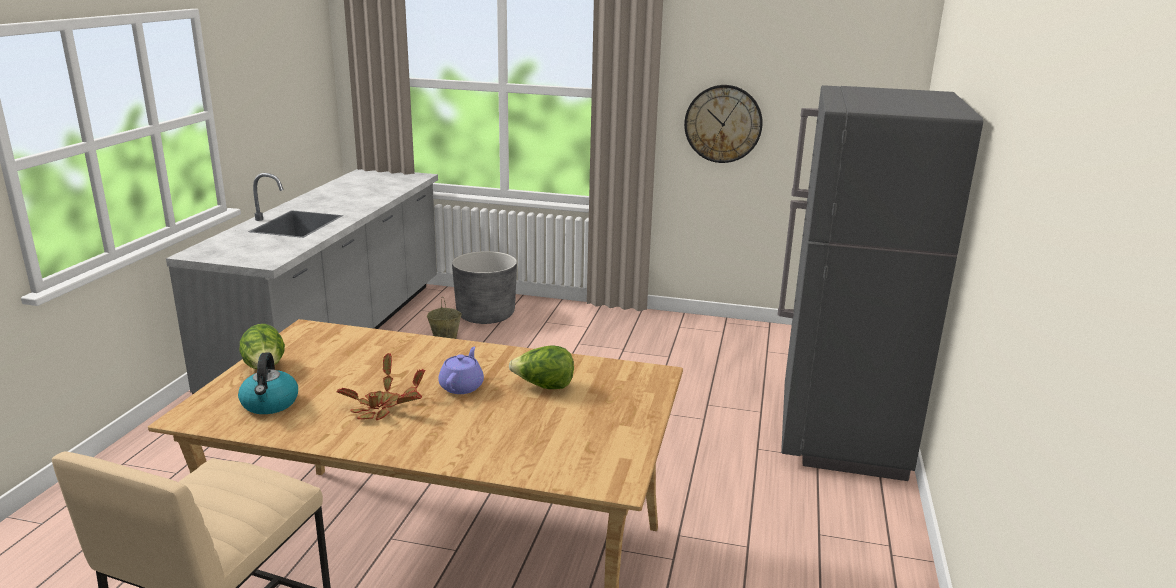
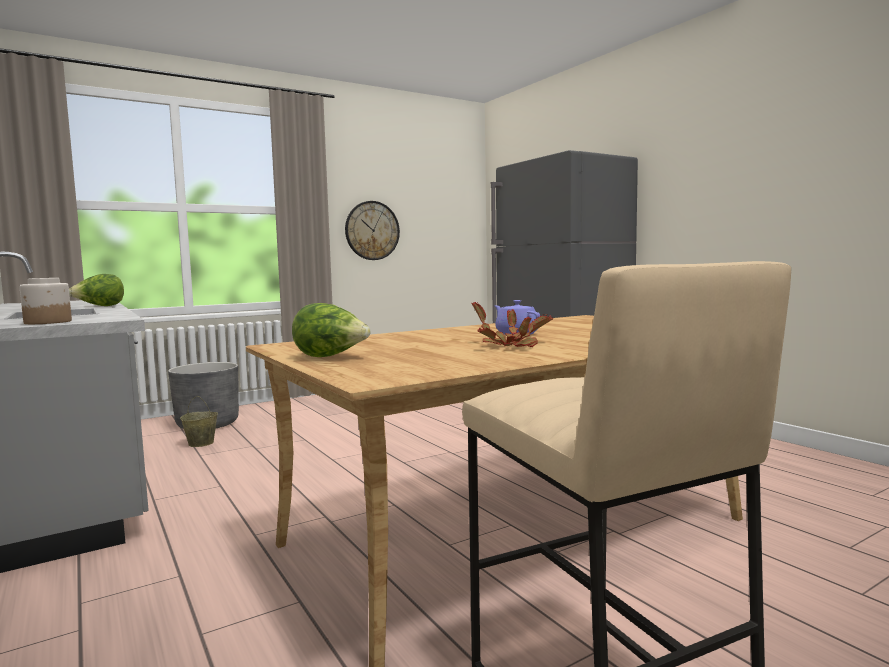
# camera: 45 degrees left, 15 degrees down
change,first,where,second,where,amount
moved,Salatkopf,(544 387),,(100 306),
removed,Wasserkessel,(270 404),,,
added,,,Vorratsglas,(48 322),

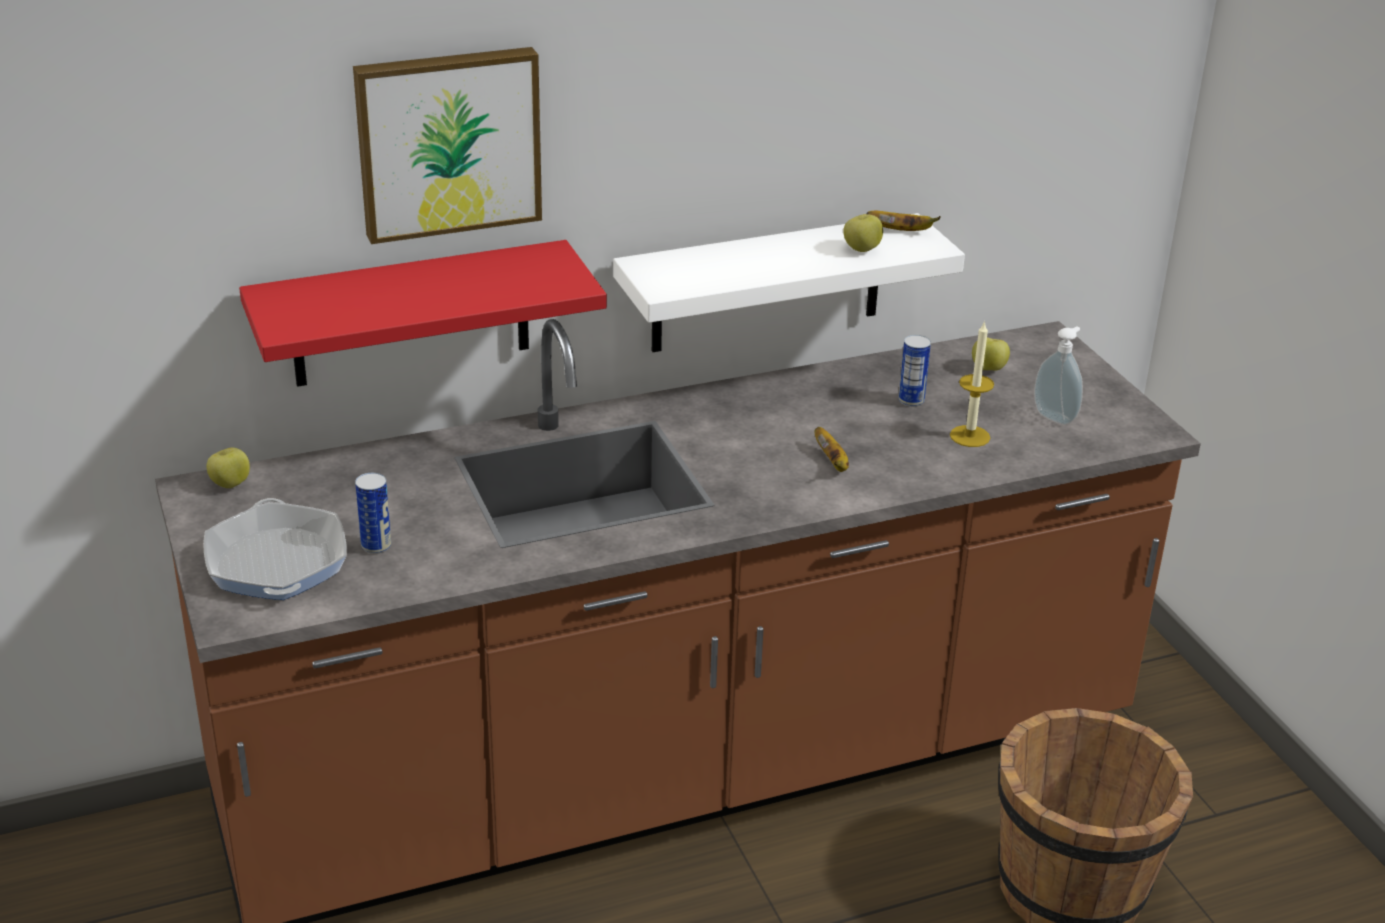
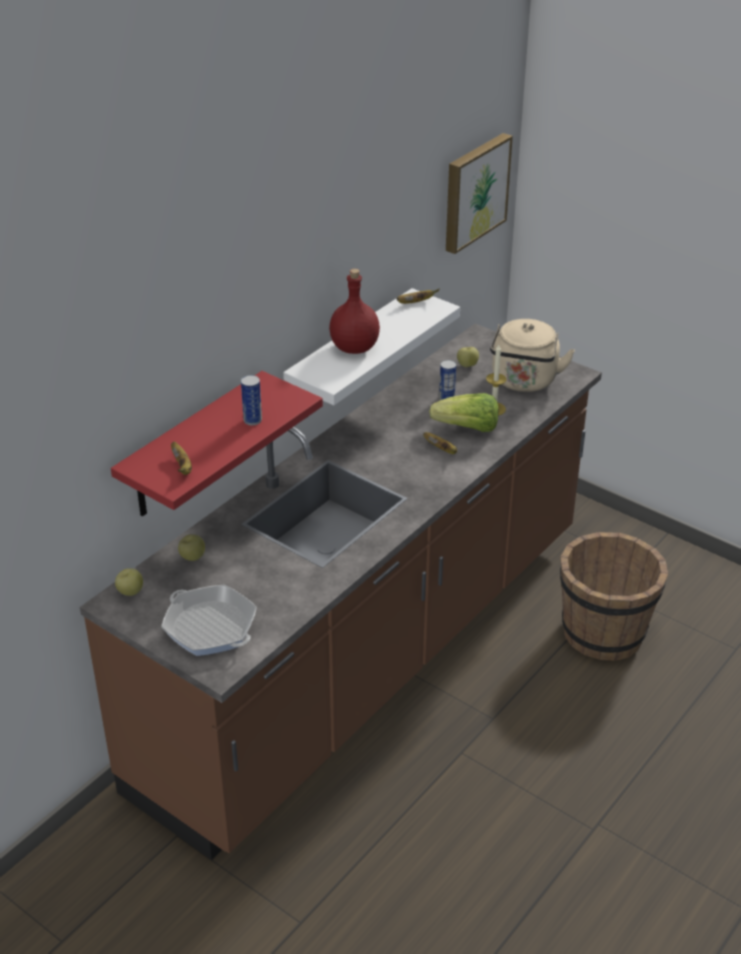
# camera: 30 degrees left, 5 degrees up
change,first,where,second,where,amount
moved,Bild,(448 142),,(474 191),
moved,Apfel,(861 250),,(192 557),
replaced,Seifenspender,(1056 417),Wasserkessel [beige],(524 382),
moved,Dose,(376 546),,(252 420),
added,,,Flasche [rot],(355 348),
added,,,Salatkopf,(467 428),
added,,,Banane,(182 467),

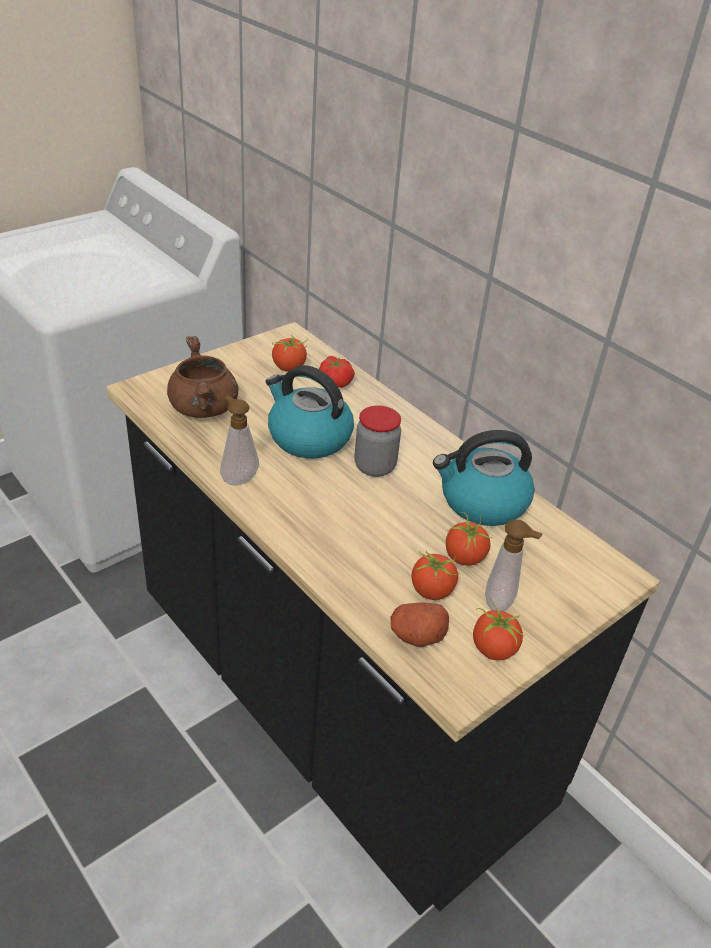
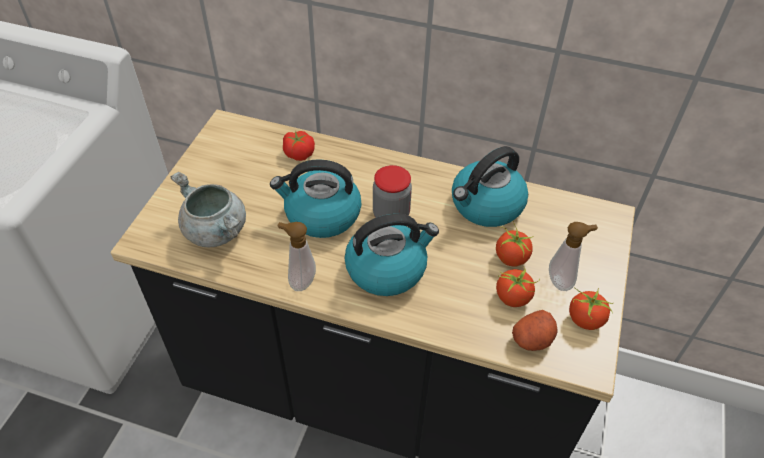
# camera: 30 degrees left, 10 degrees up
change,first,where,second,where,amount
removed,Tomate,(289 367),,,
recoloured,Kochtopf [braun],(204 409),Kochtopf [grau],(216 231),
added,,,Wasserkessel,(387 268),

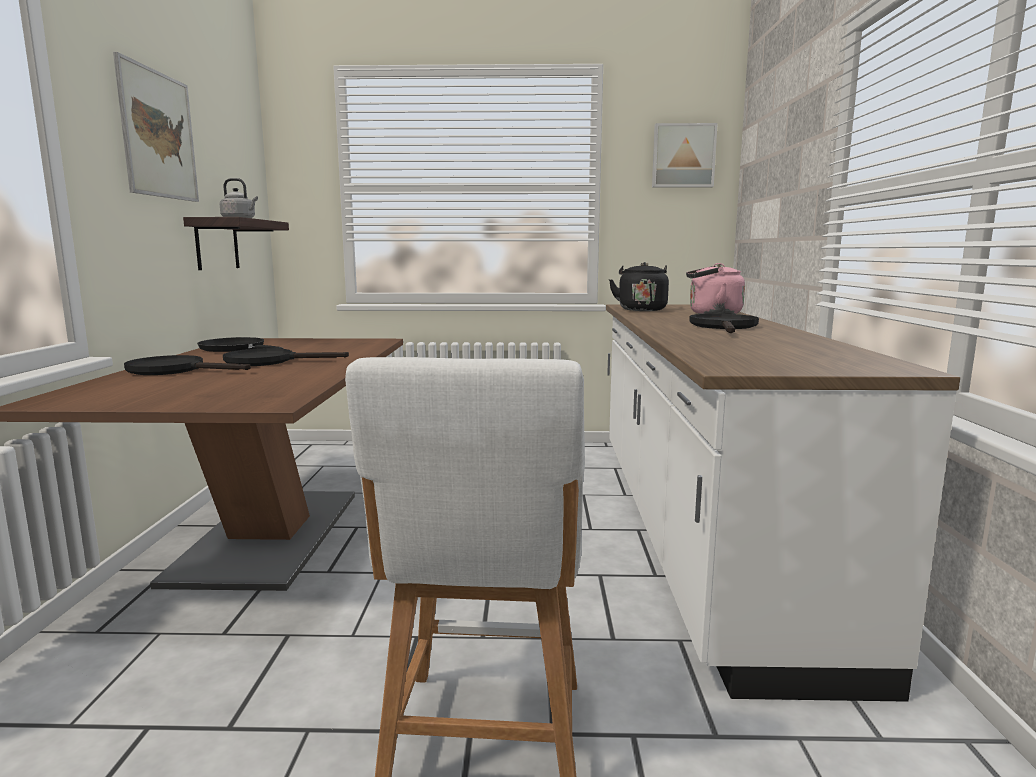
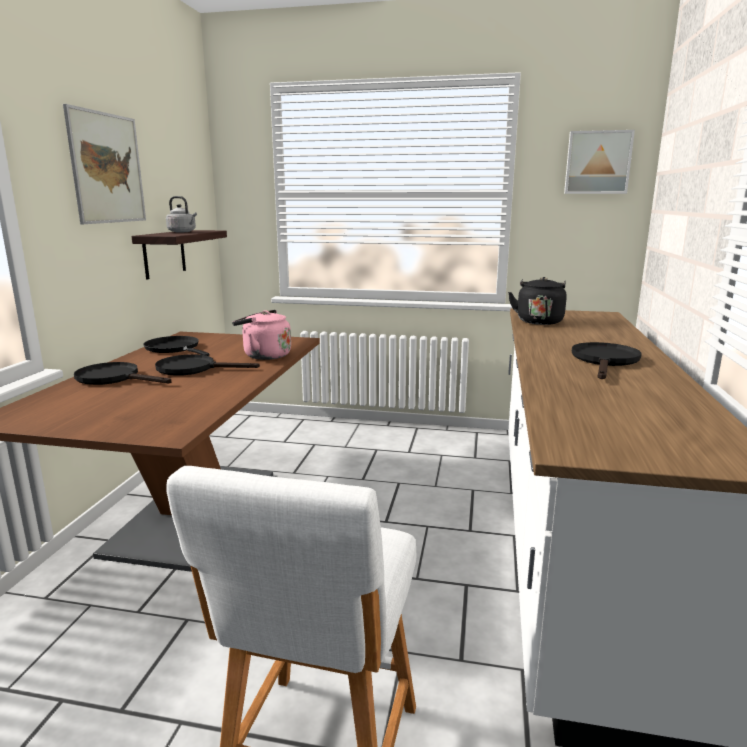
# camera: 10 degrees right, 5 degrees up
change,first,where,second,where,amount
moved,Wasserkessel [rosa],(711 314),,(264 355),

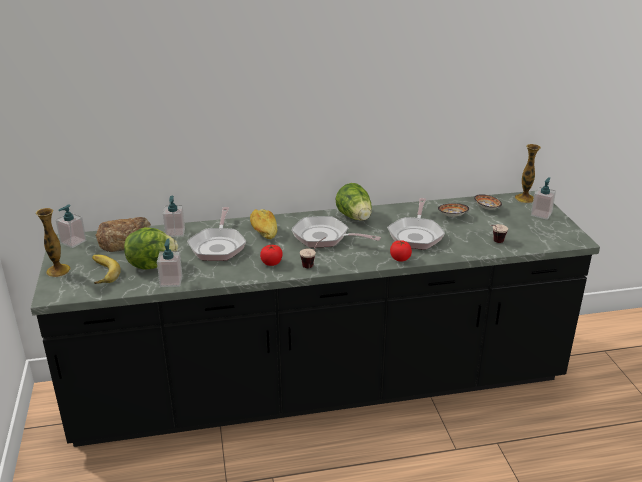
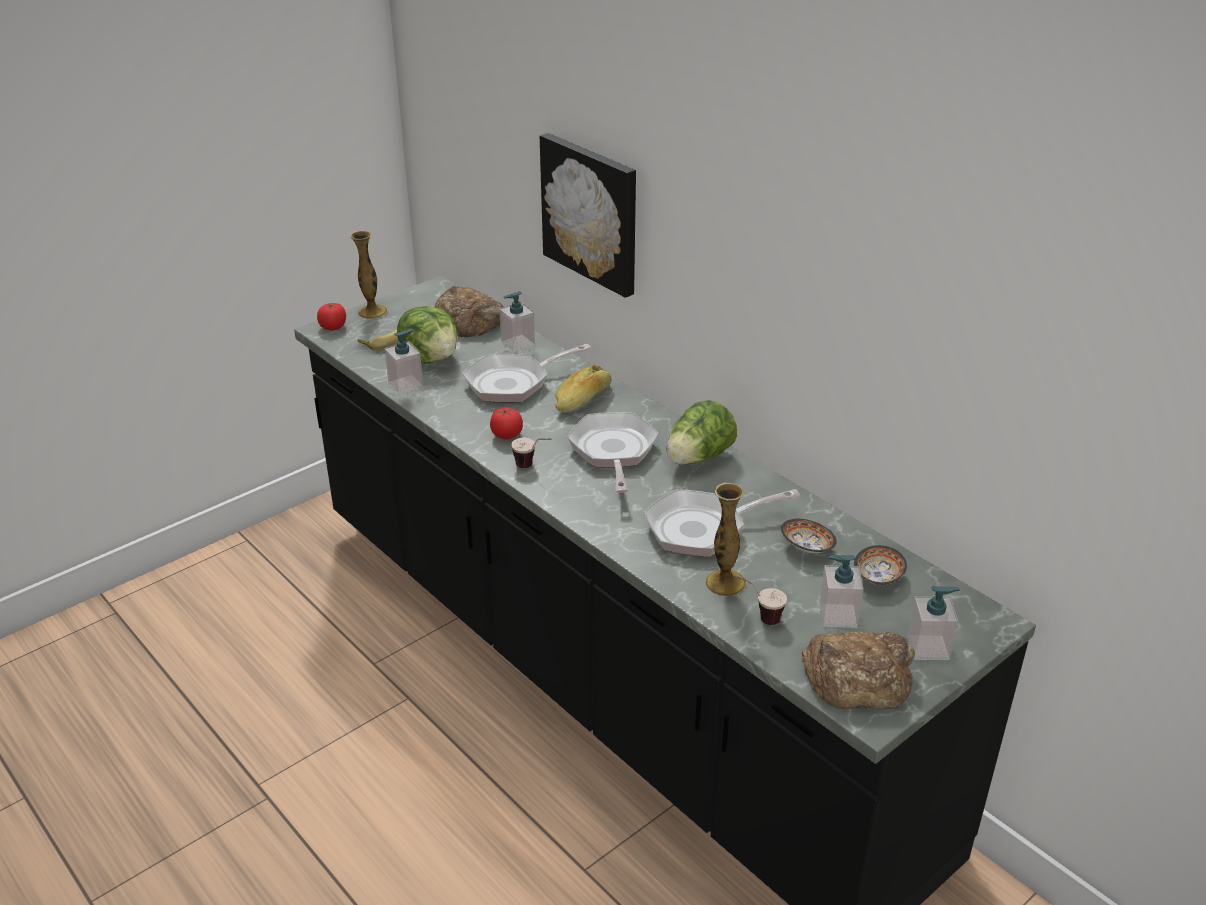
# camera: 60 degrees right, 5 degrees up
change,first,where,second,where,amount
moved,Vase,(524 198),,(725 583),
moved,Seifenspender,(73 242),,(837 615),
moved,Tomate,(400 258),,(333 327),
added,,,Bild,(592 213),
added,,,Brot,(858 677),

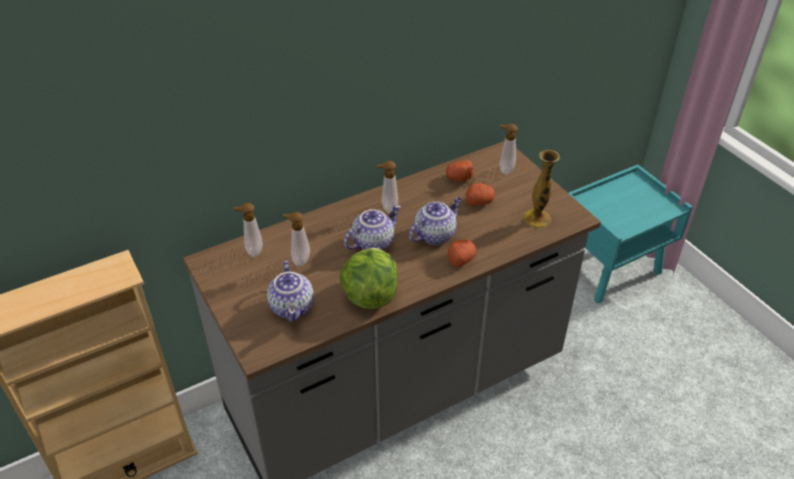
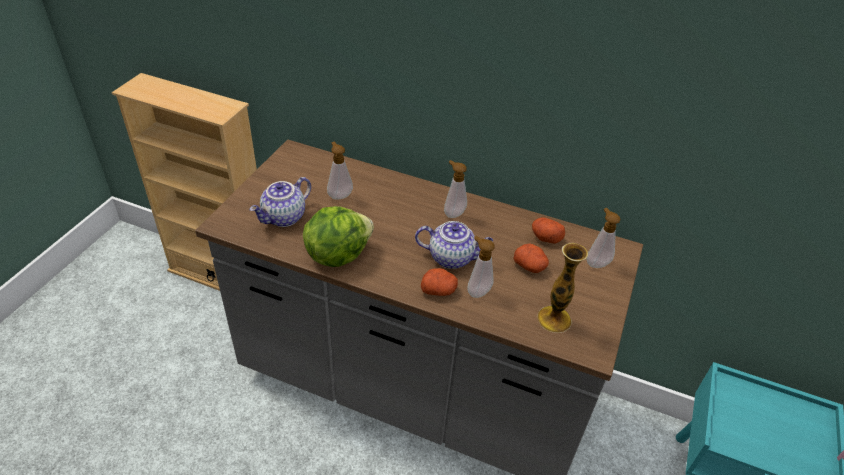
# camera: 50 degrees right, 0 degrees up
change,first,where,second,where,amount
moved,Seifenspender,(252 251),,(477 291),
removed,Teekanne,(373 242),,,

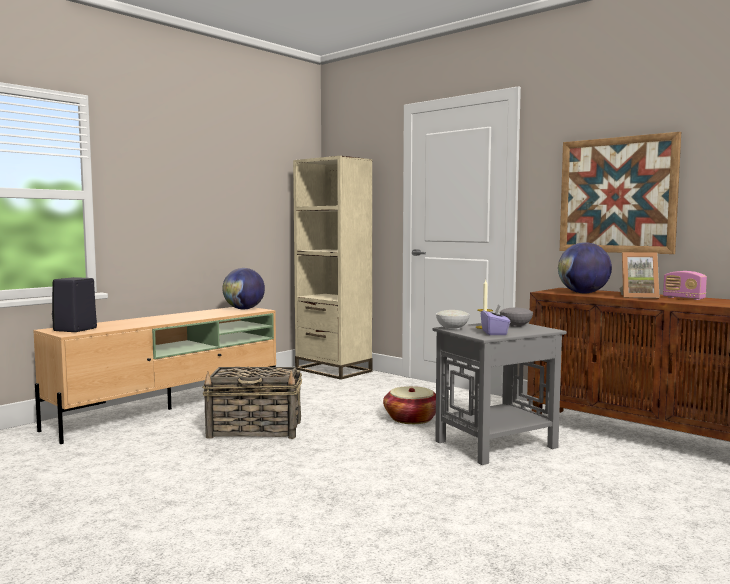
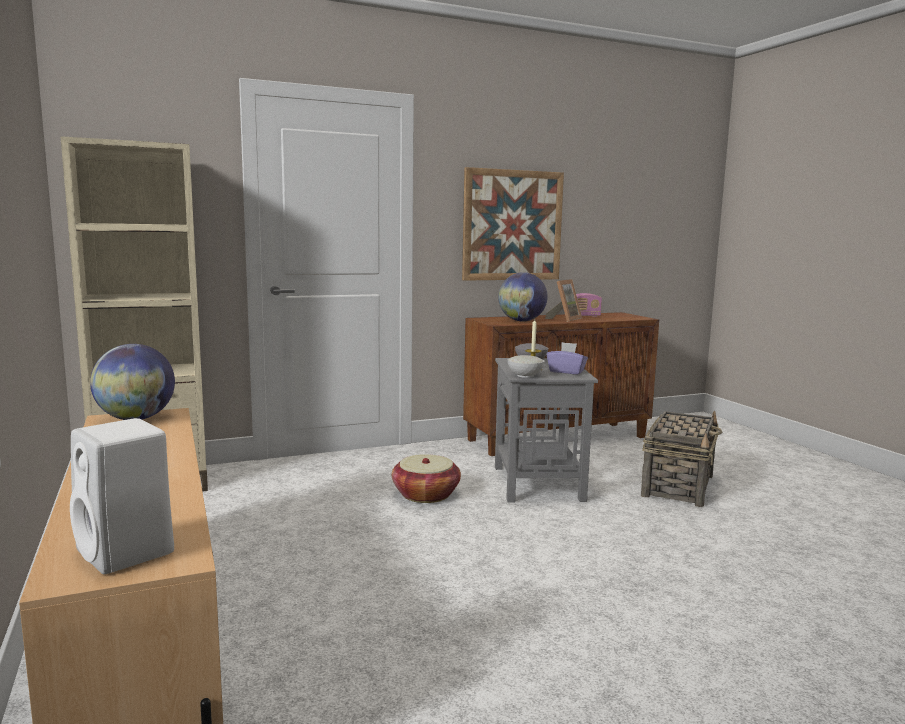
# camera: 65 degrees left, 5 degrees up
change,first,where,second,where,amount
recoloured,Lautsprecher [schwarz],(74 330),Lautsprecher [weiß],(128 553),
moved,Korb,(256 430),,(678 485),

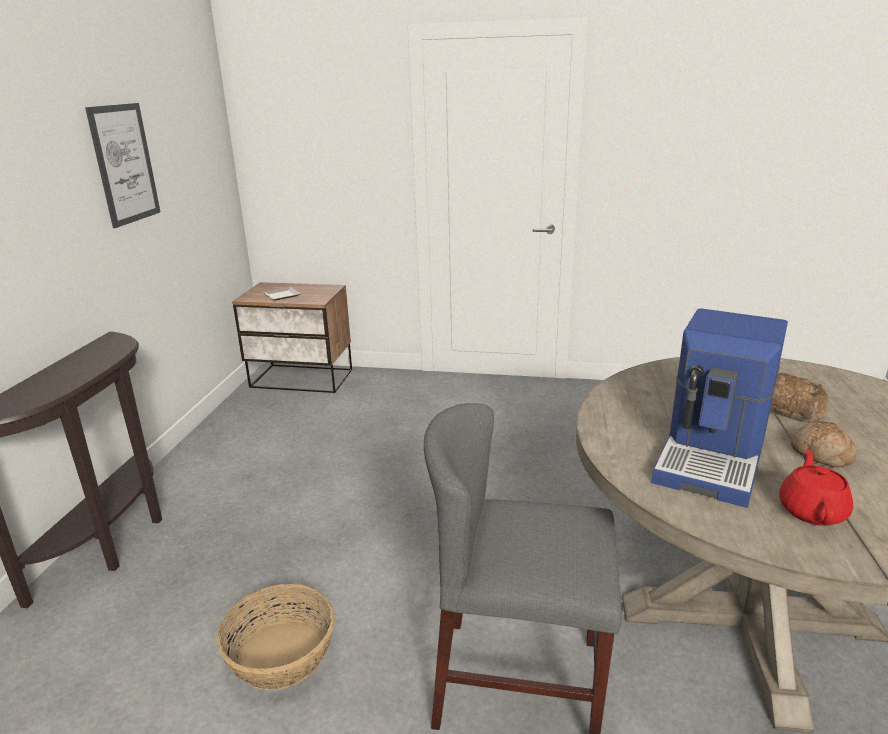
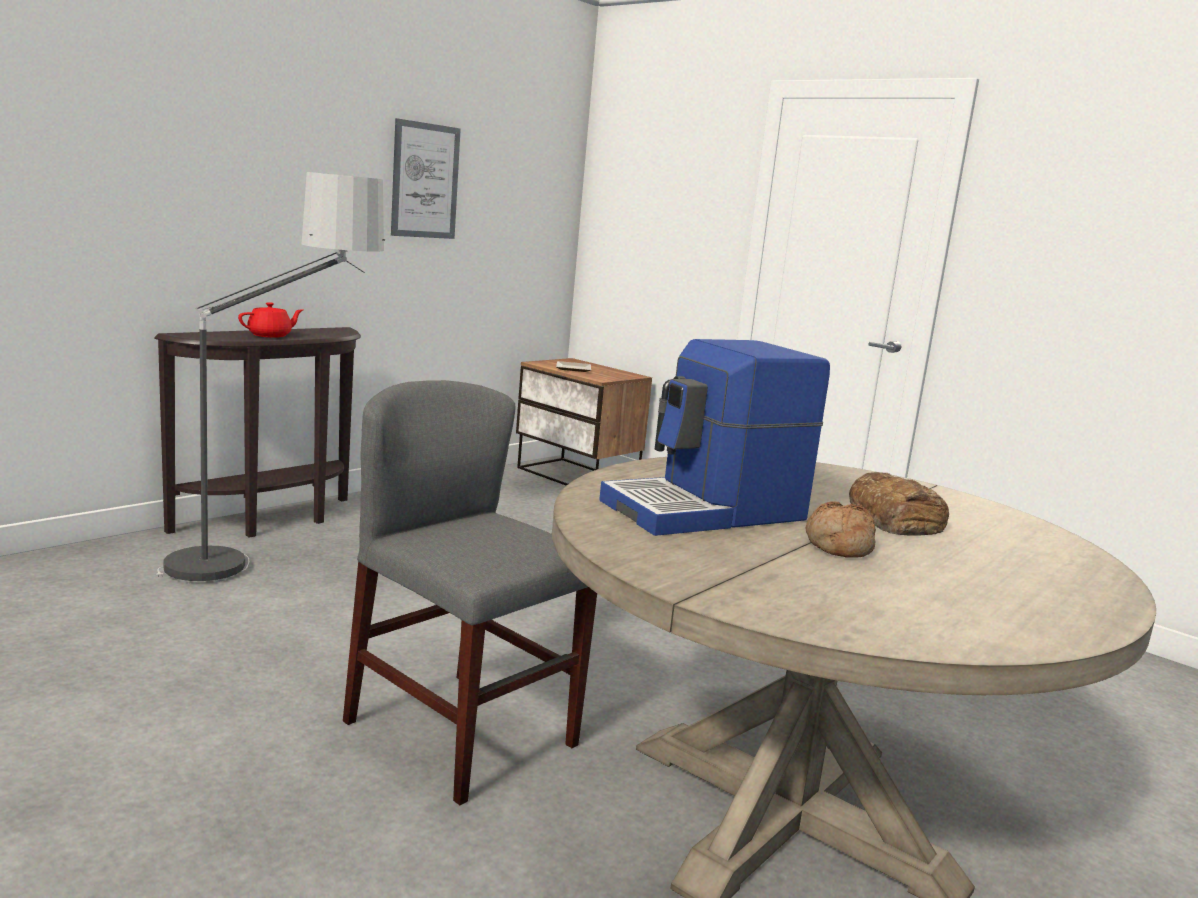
# camera: 30 degrees right, 10 degrees down
change,first,where,second,where,amount
moved,Teekanne [rot],(812 510),,(270 335),
removed,Korb,(282 654),,,
added,,,Stehlampe,(269 563),

